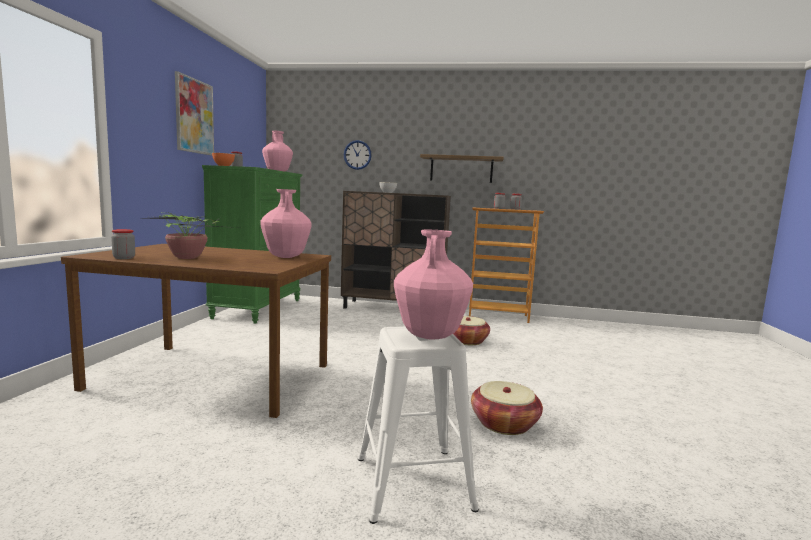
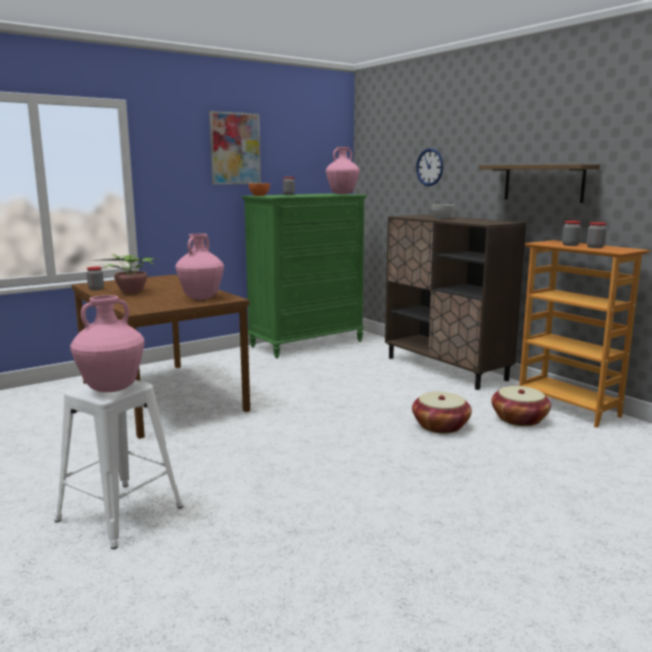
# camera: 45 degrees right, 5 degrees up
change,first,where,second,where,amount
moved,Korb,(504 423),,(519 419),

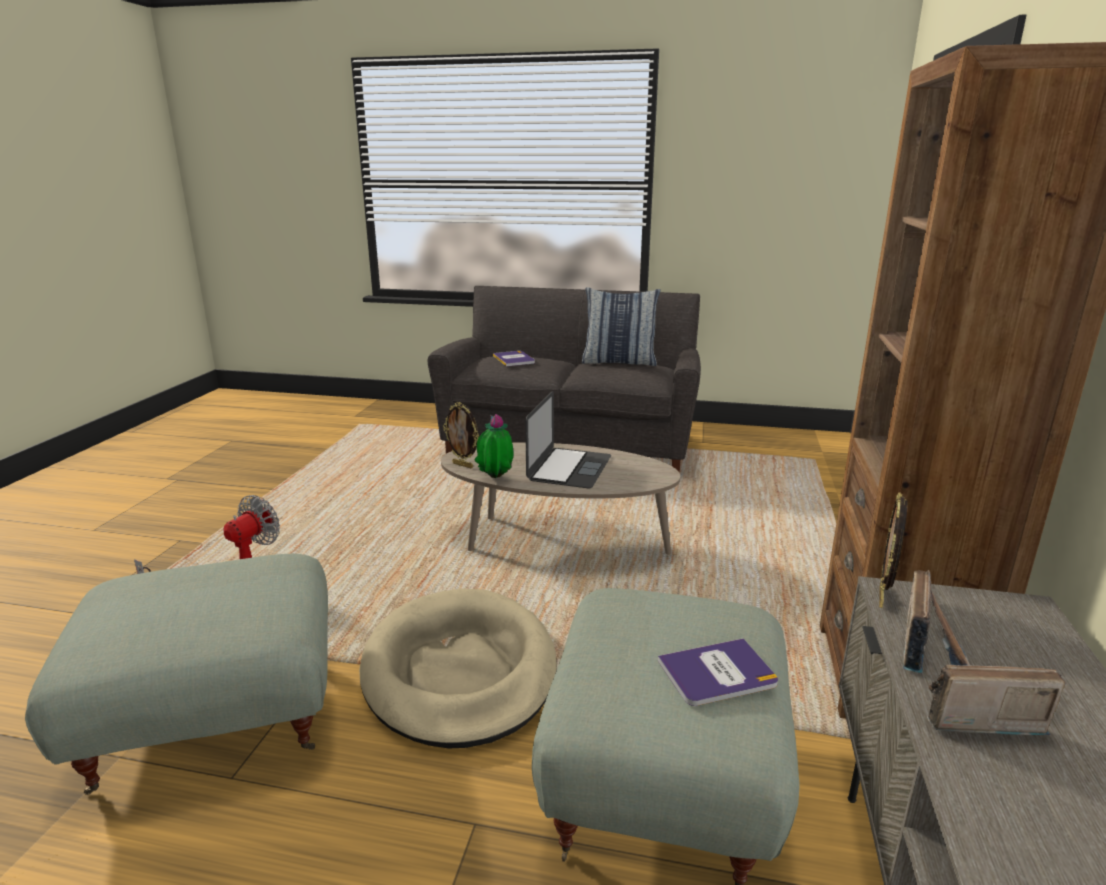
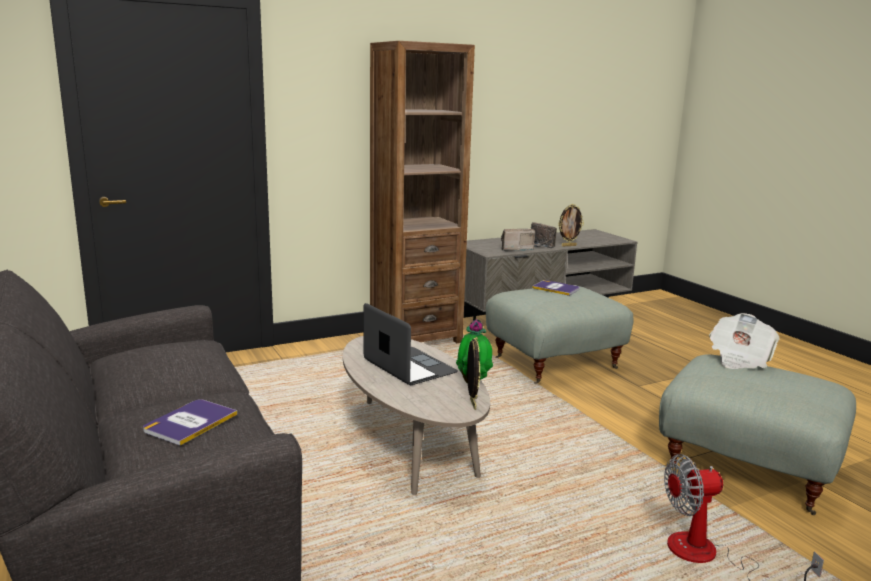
# camera: 130 degrees left, 5 degrees down
change,first,where,second,where,amount
removed,Kissen,(619 362),,,
turned,Laptop,(569 468),,(409 366),75 degrees clockwise
moved,Bilderrahmen,(882 597),,(568 245),
removed,Hundebett [beige],(460 671),,,
added,,,Zeitung,(739 359),

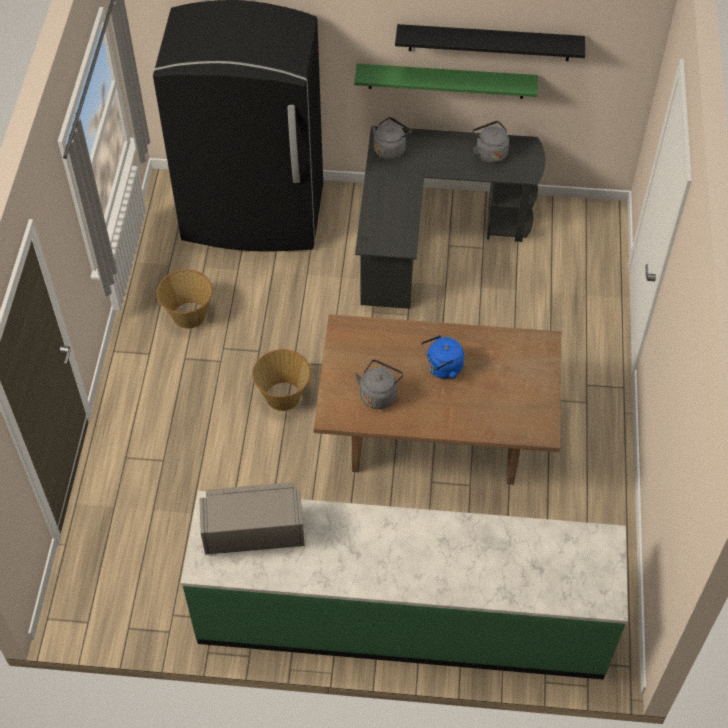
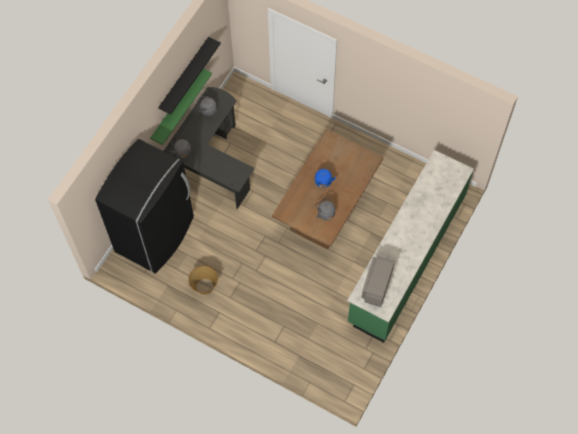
# camera: 65 degrees left, 10 degrees up
change,first,where,second,where,amount
removed,Korb,(283 396),,,

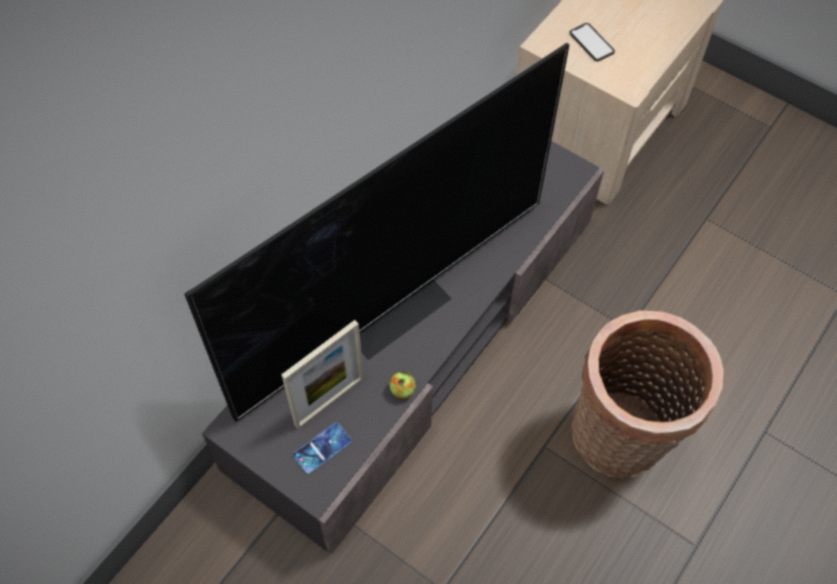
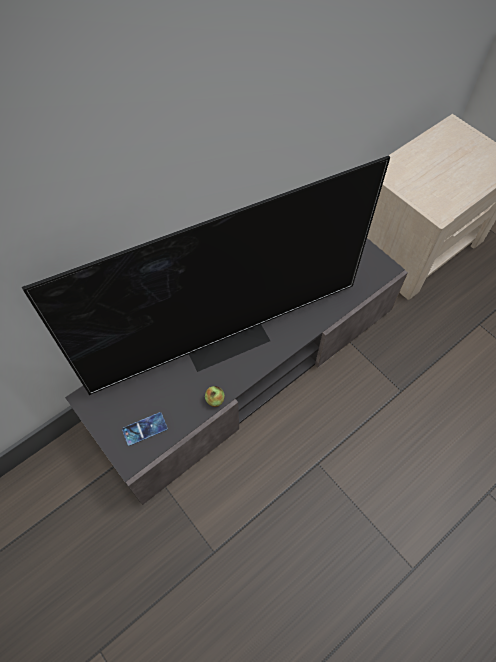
# camera: 15 degrees right, 0 degrees up
change,first,where,second,where,amount
removed,Handy,(591 43),,,
removed,Korb,(621 440),,,
removed,Bilderrahmen,(329 401),,,

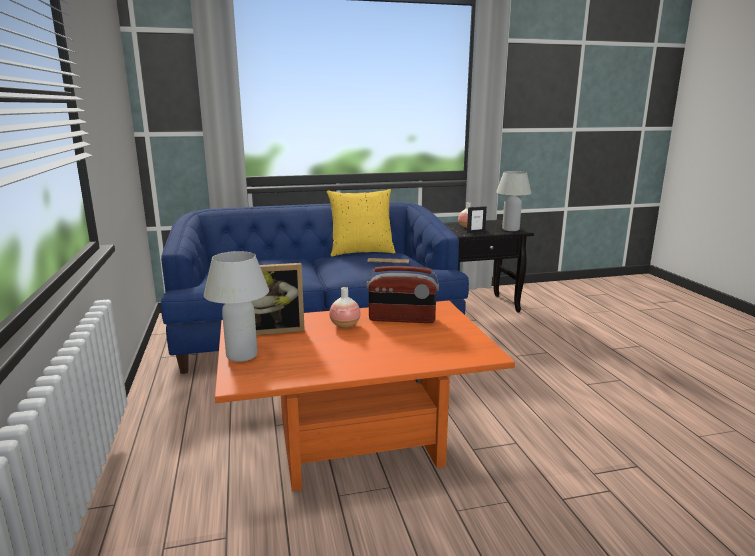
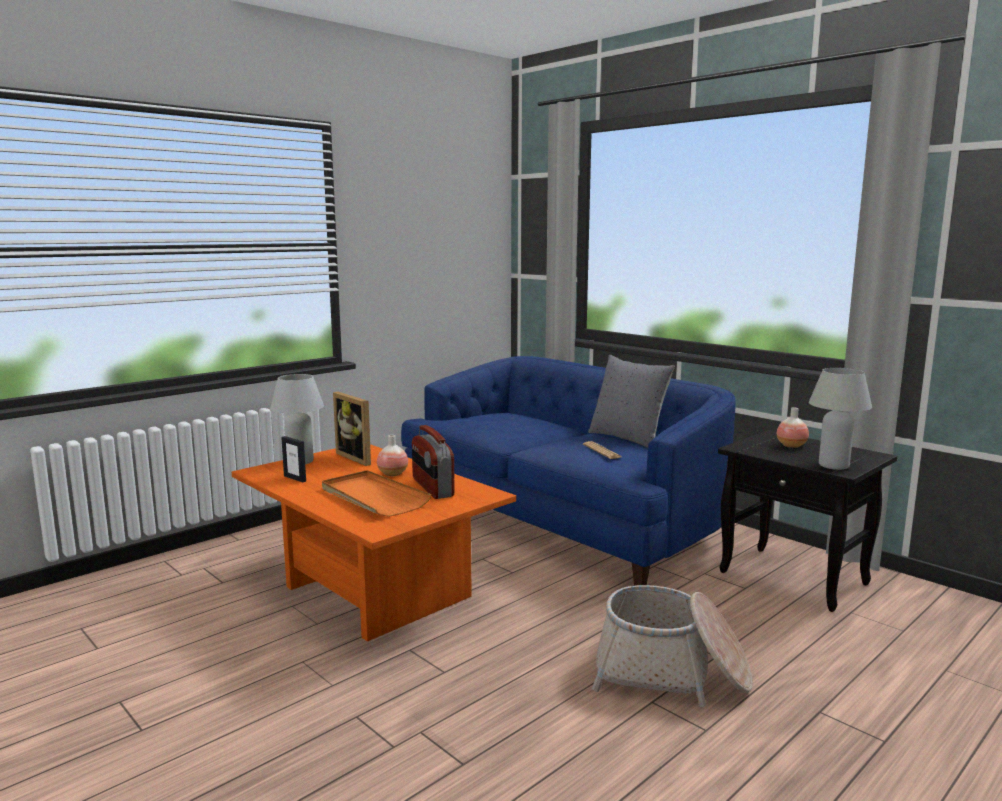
# camera: 60 degrees right, 5 degrees down
change,first,where,second,where,amount
recoloured,Kissen [gelb],(361 252),Kissen [grau],(628 438),
moved,Bilderrahmen,(475 232),,(295 478),
added,,,Tablett [orange],(373 497),
added,,,Korb,(671 673),

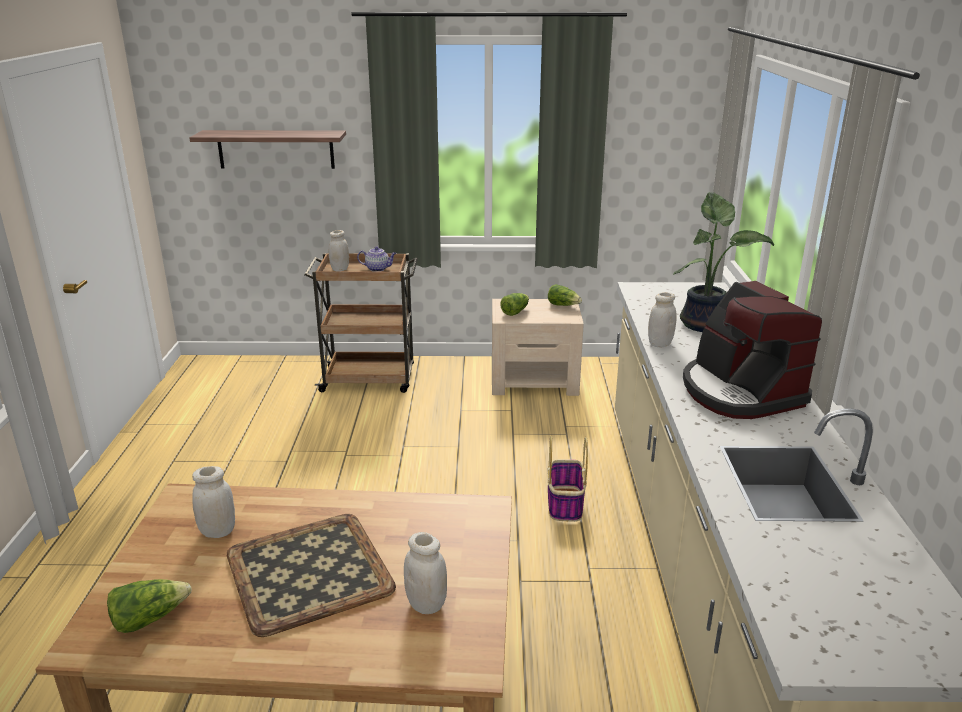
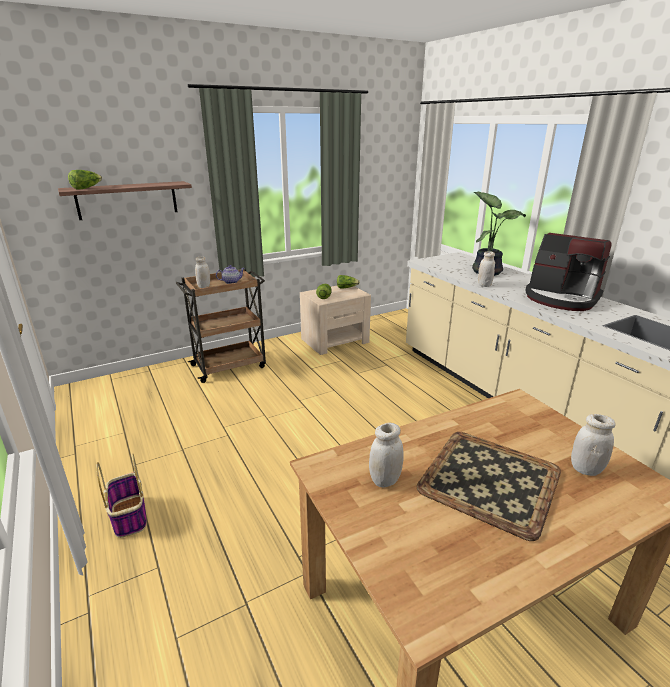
# camera: 30 degrees left, 0 degrees up
change,first,where,second,where,amount
moved,Korb,(565 503),,(129 516),
moved,Salatkopf,(149 618),,(86 188),

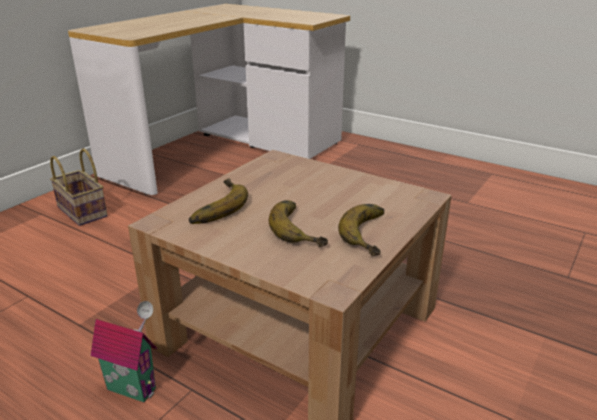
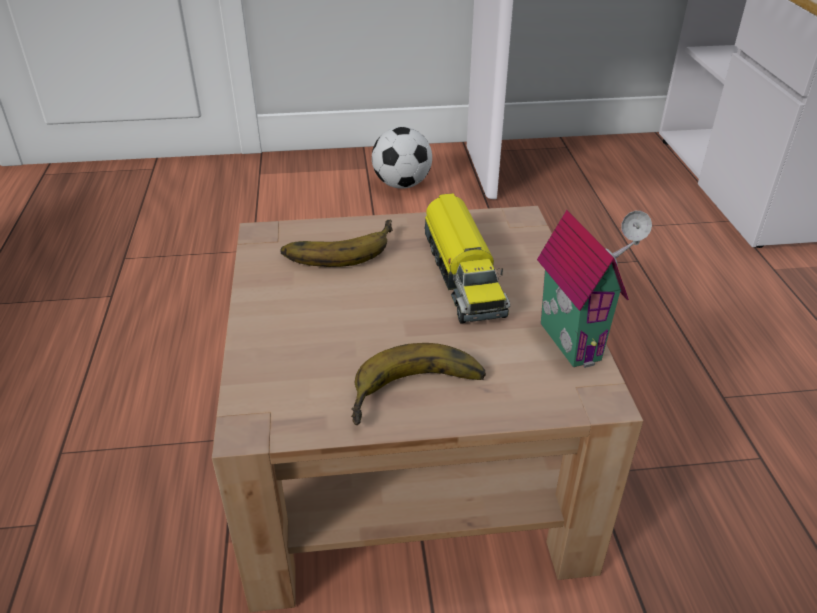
# camera: 50 degrees right, 10 degrees up
change,first,where,second,where,amount
replaced,Korb,(84 212),Fußball,(402 184),
removed,Banane,(301 227),,,
moved,Spielzeughaus,(134 386),,(575 341),
added,,,Spielzeuglaster,(462 274),

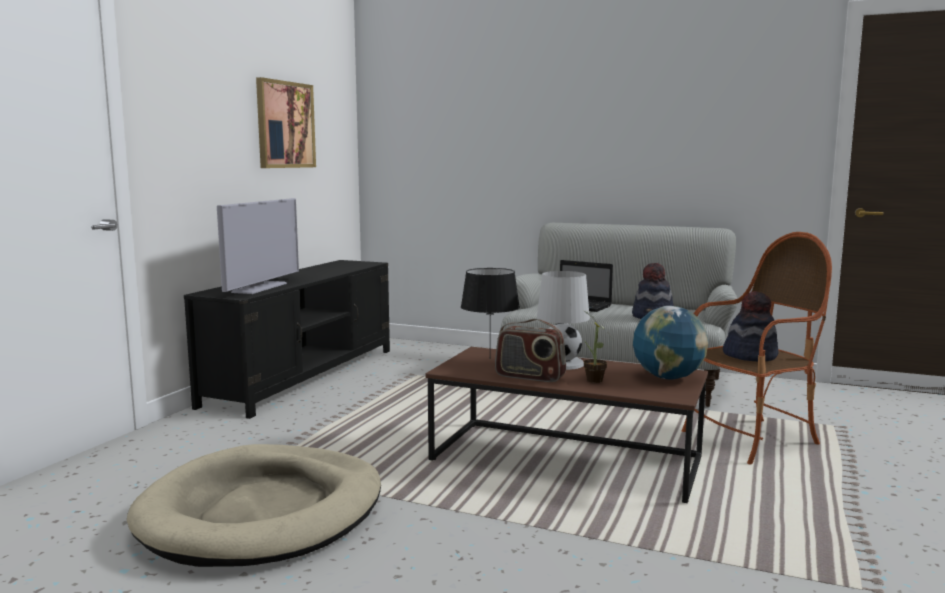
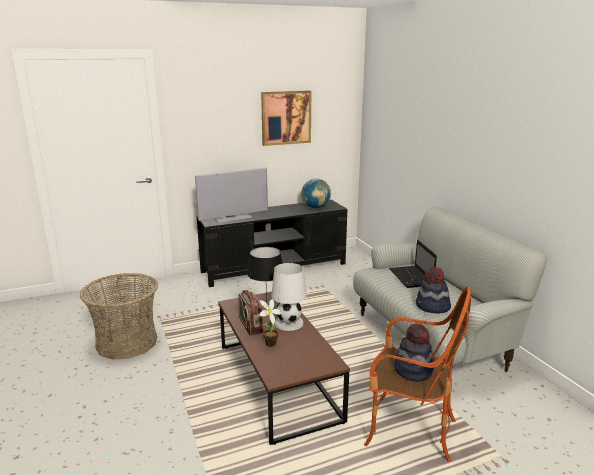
# camera: 45 degrees right, 10 degrees up
change,first,where,second,where,amount
moved,Globus,(668 377),,(315 207),
replaced,Hundebett [beige],(263 512),Korb,(127 342),

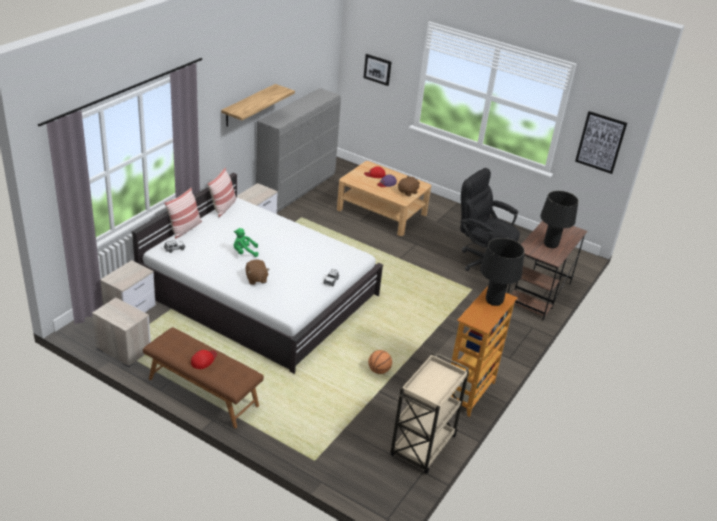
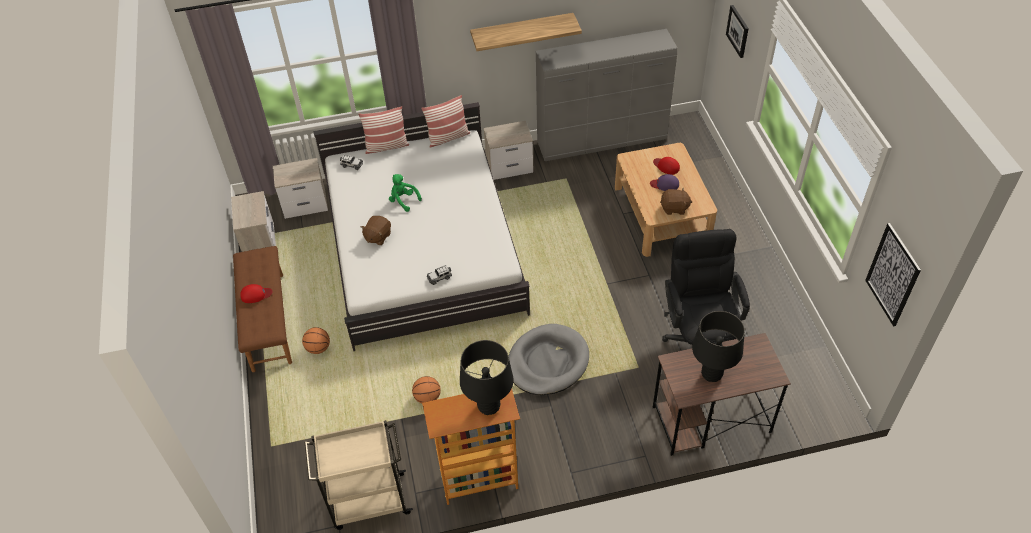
# camera: 50 degrees right, 15 degrees up
change,first,where,second,where,amount
added,,,Hundebett [grau],(547 362),
added,,,Basketball,(318 348),

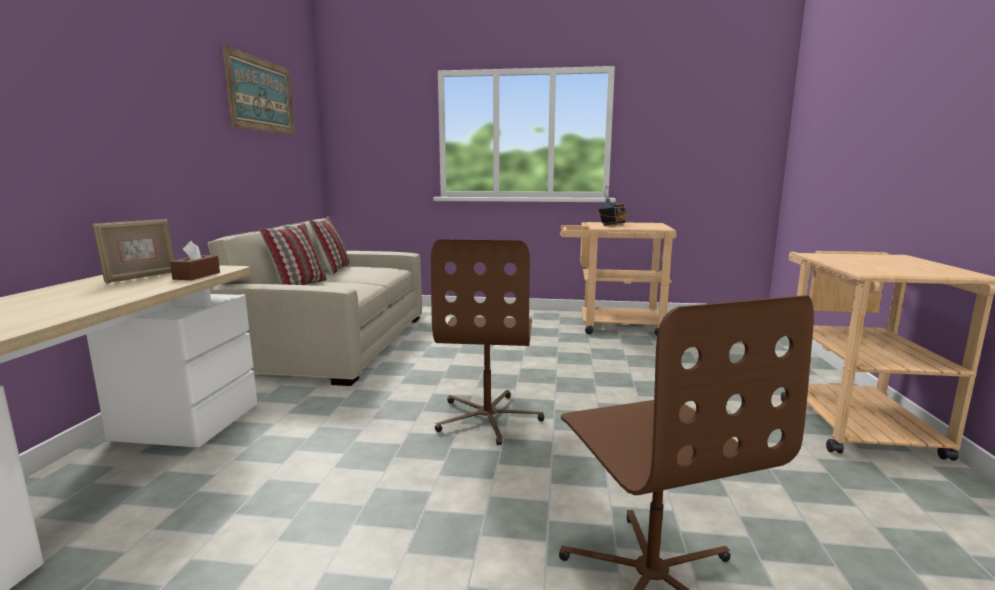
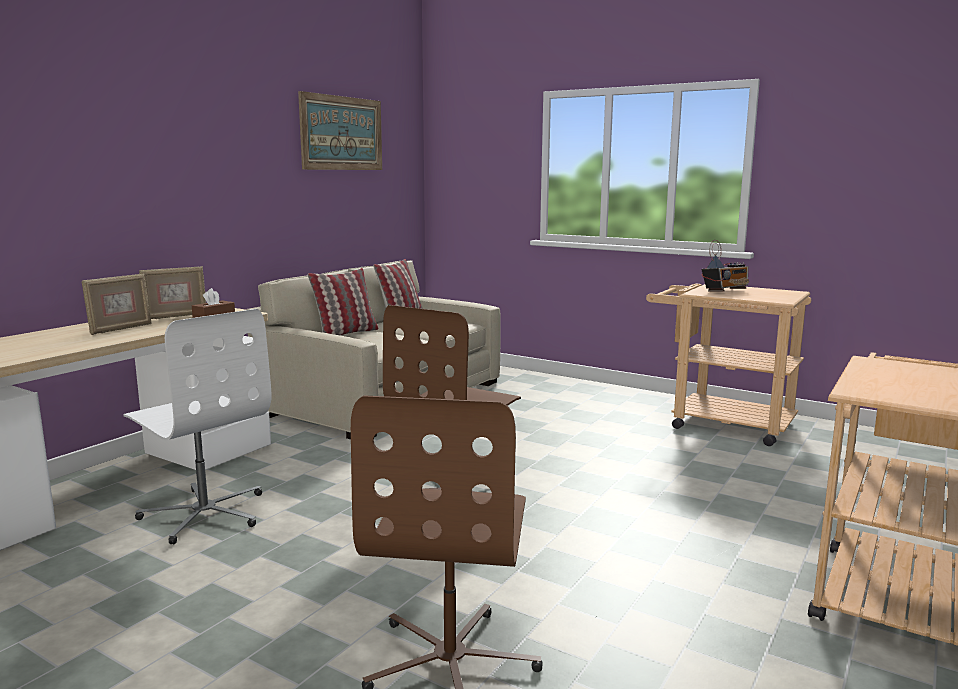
# camera: 25 degrees right, 0 degrees up
change,first,where,second,where,amount
added,,,Bilderrahmen,(120 329),
added,,,Bürostuhl [weiß],(205 513),

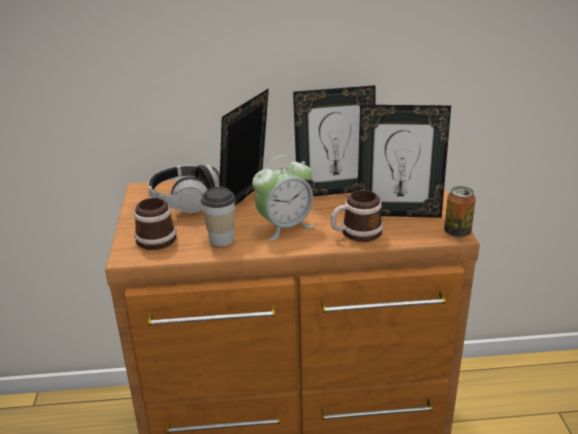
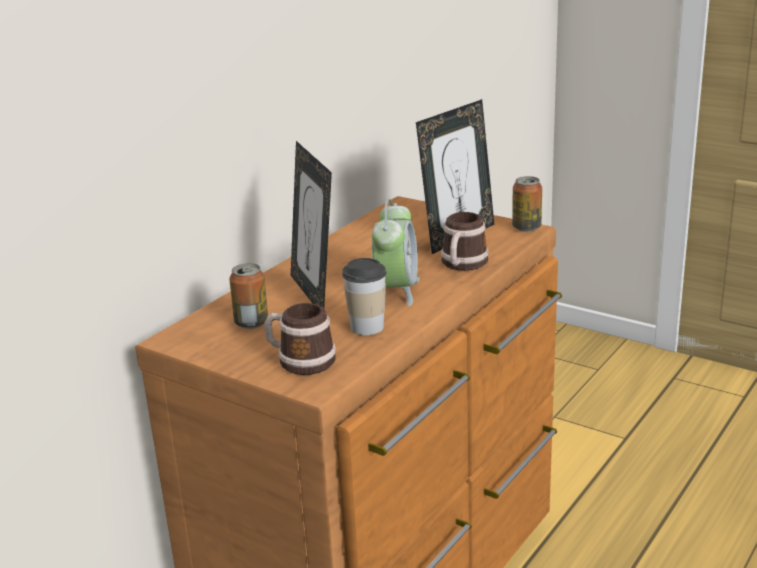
# camera: 50 degrees left, 5 degrees down
change,first,where,second,where,amount
removed,Bilderrahmen,(334 191),,,
replaced,Kopfhörer,(186 201),Dose,(251 323),

